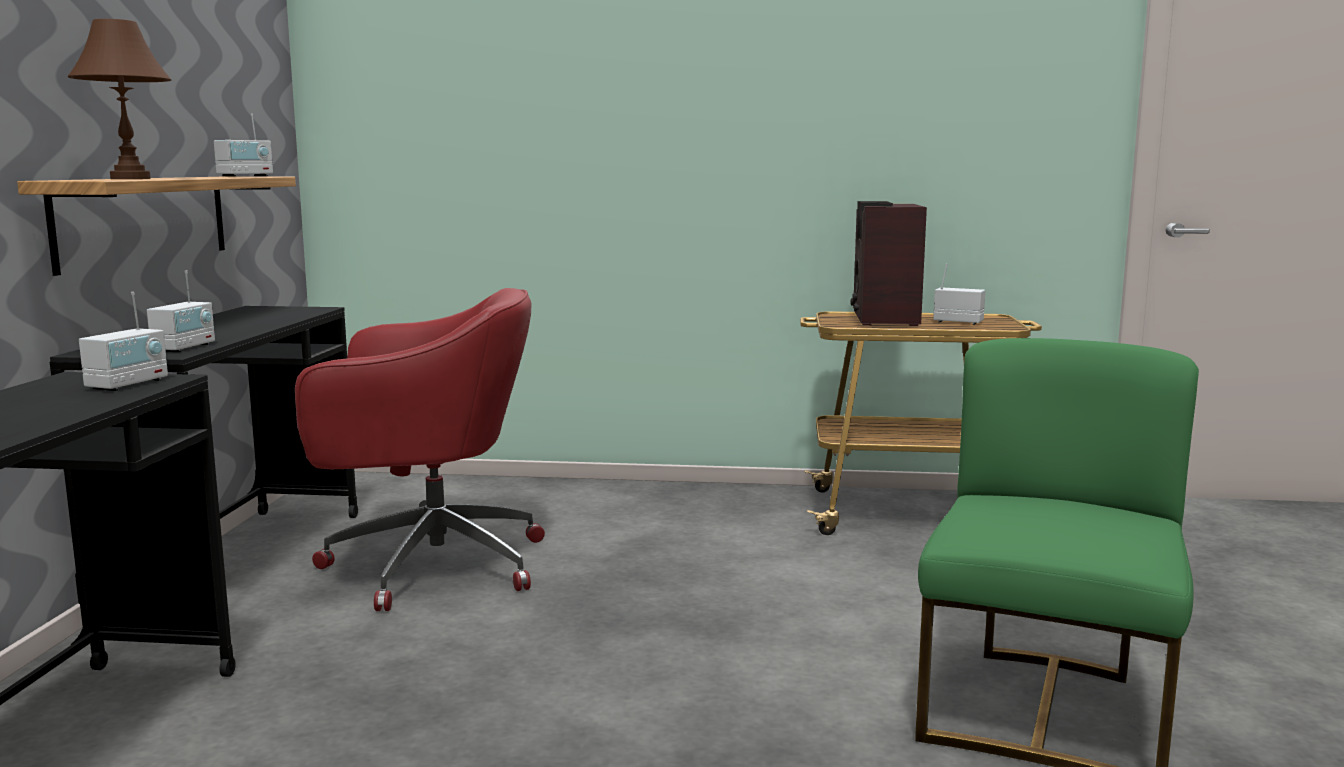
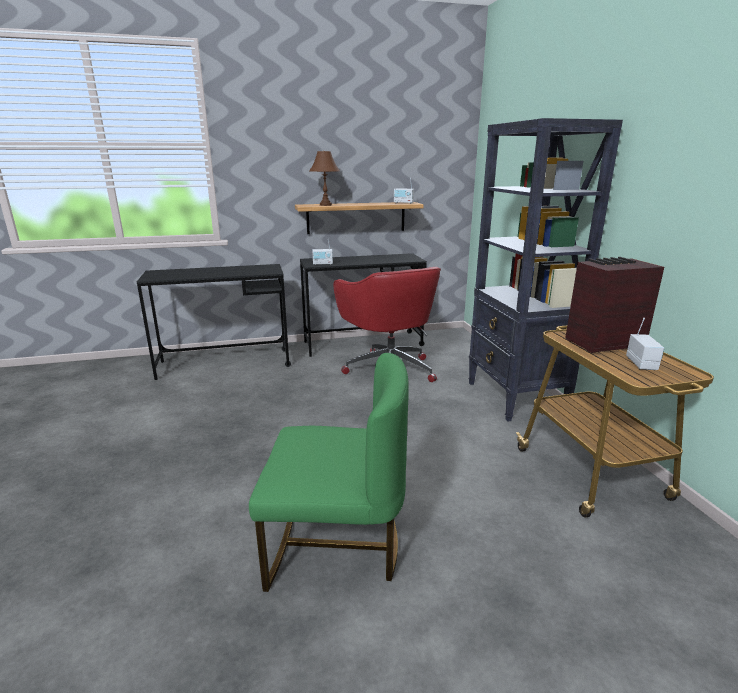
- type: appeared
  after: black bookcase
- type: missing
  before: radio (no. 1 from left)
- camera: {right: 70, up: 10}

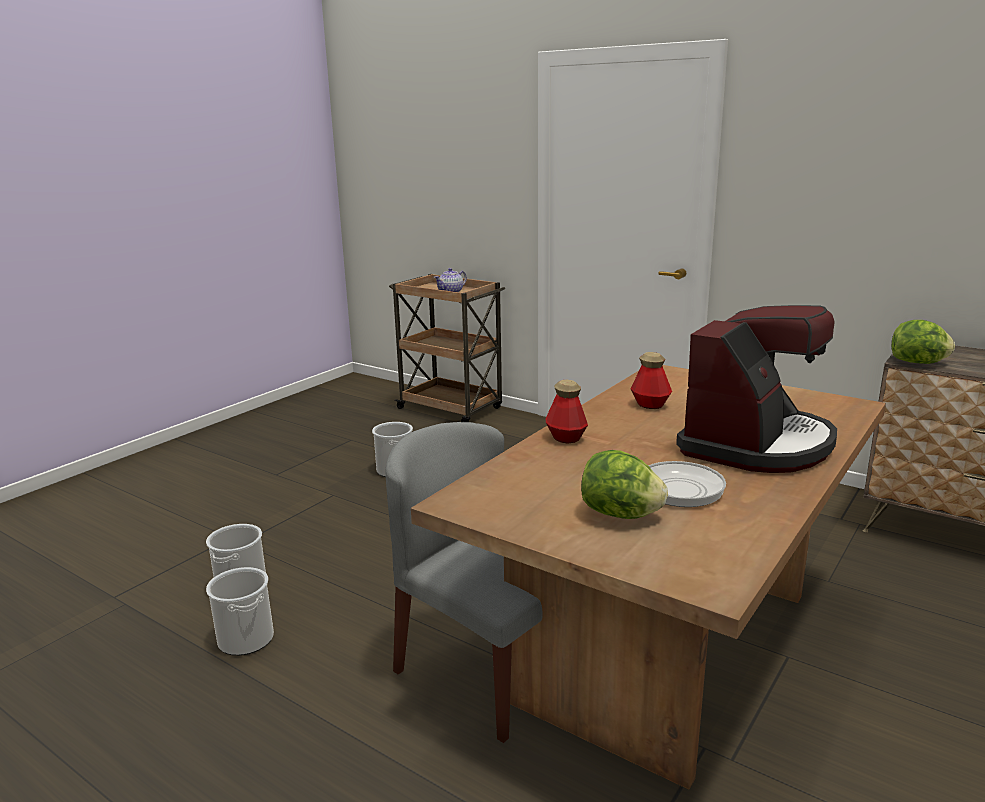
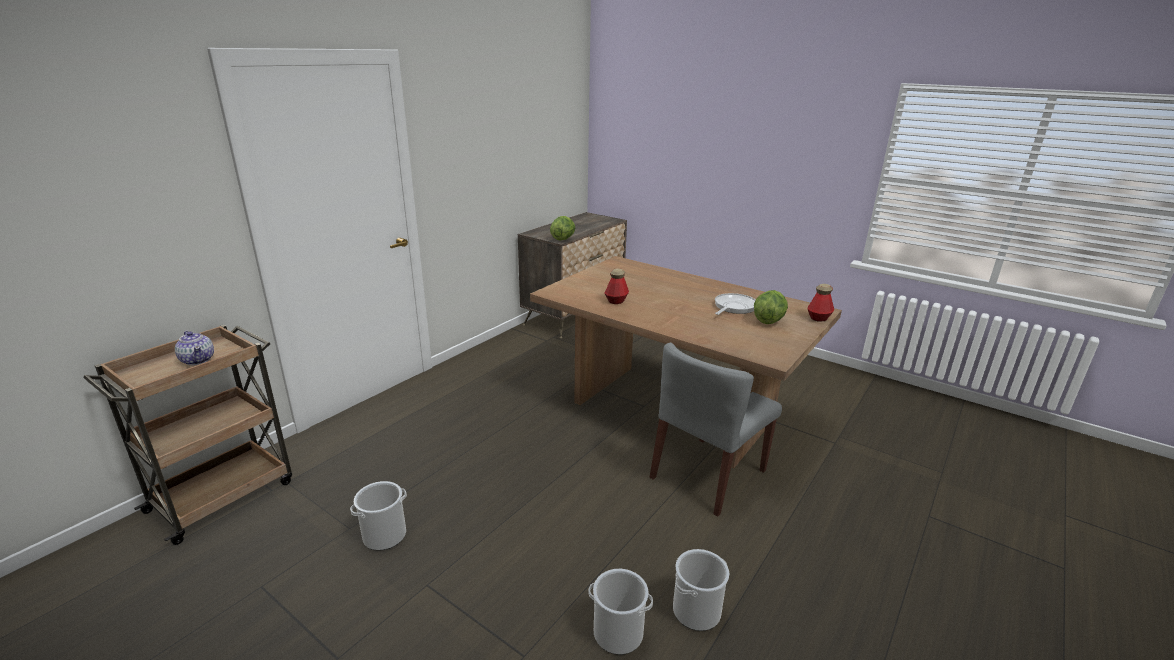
- type: relocated
  before: bottle (no. 1 from left in the first image)
  after: bottle (no. 2 from left)
- type: missing
  before: coffee machine
- camera: {right: -90, up: 5}

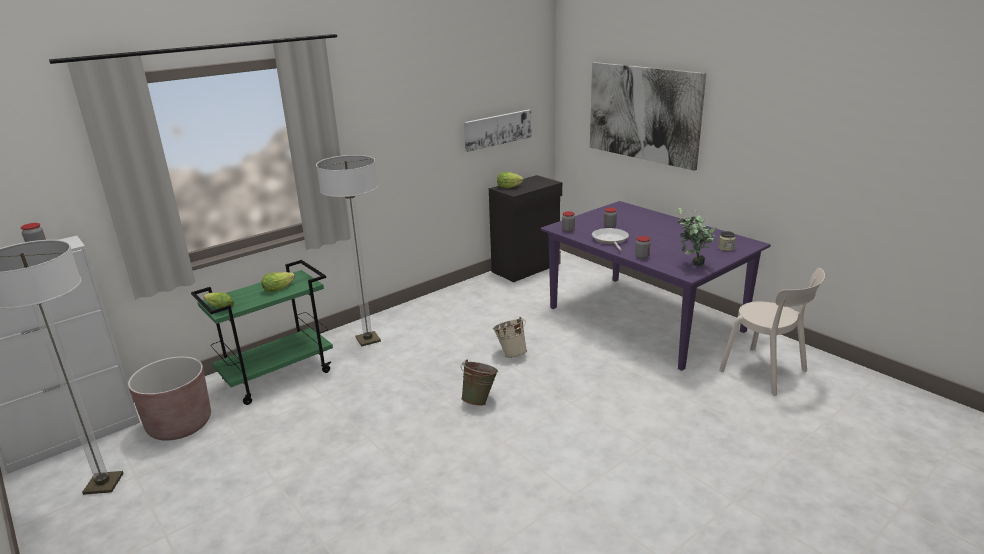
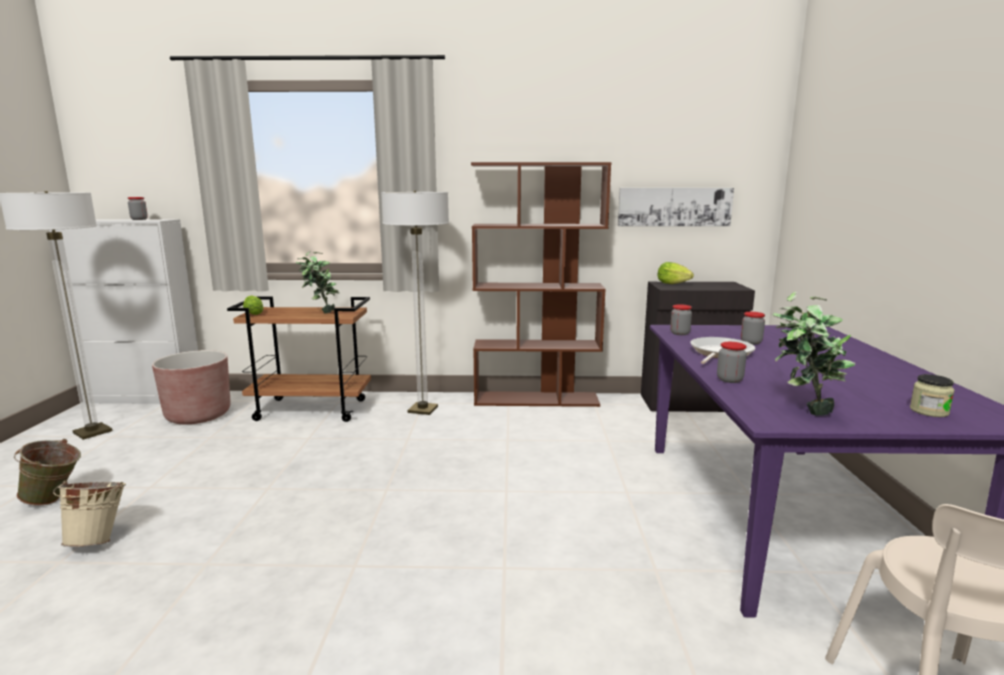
- type: relocated
  before: green bucket
- type: relocated
  before: beige bucket
- type: colour
  before: green cart
  after: brown cart
- type: exchanged
  before: lettuce (no. 2 from left)
  after: potted plant (no. 1 from left)
- type: appeared
  after: brown bookcase
- type: missing
  before: picture (no. 2 from left)
- camera: {right: 40, up: -10}

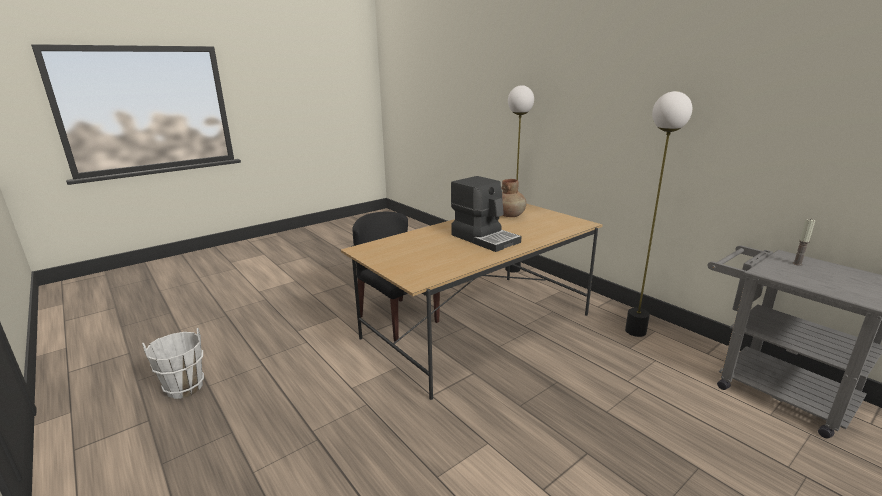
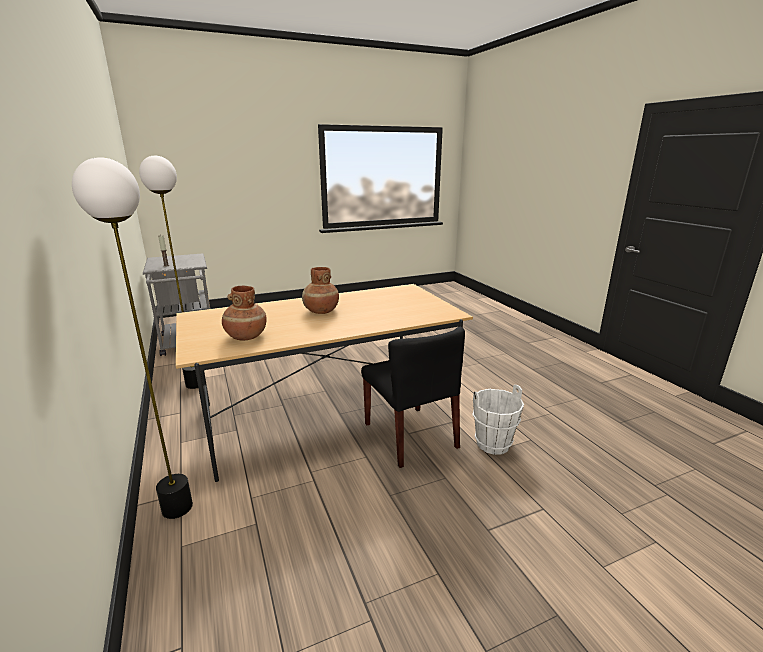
- type: exchanged
  before: coffee machine
  after: brown vase (no. 2 from left)
- type: relocated
  before: white bucket
- camera: {right: -165, up: 0}

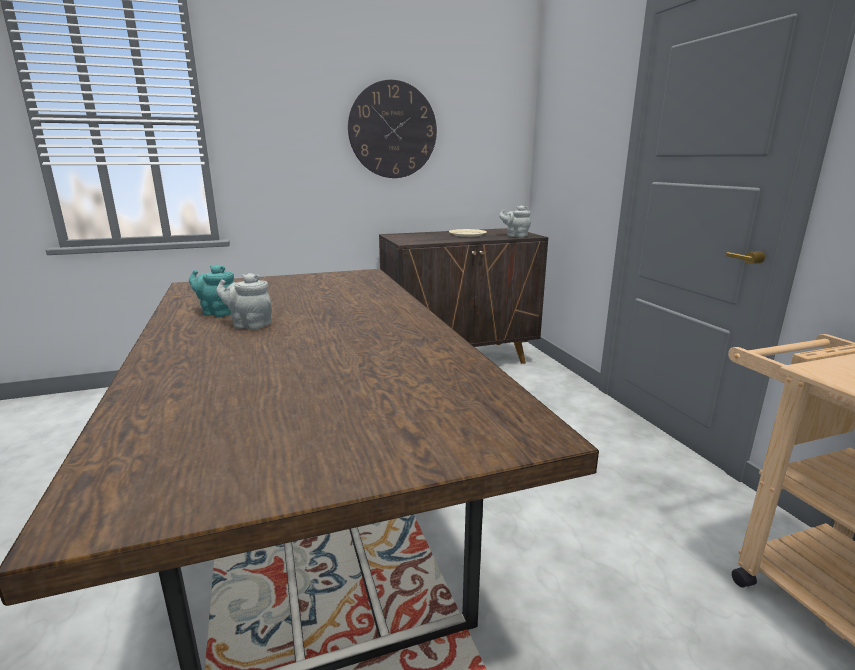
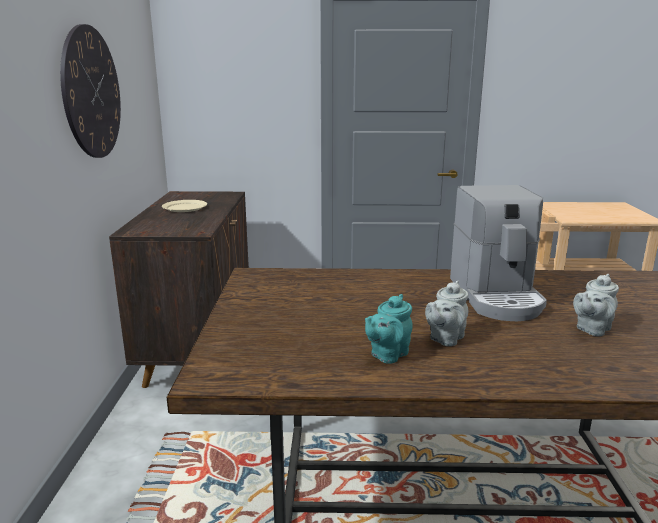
- type: appeared
  after: coffee machine
- type: relocated
  before: grey teapot (no. 2 from left)
- camera: {right: -70, up: 0}

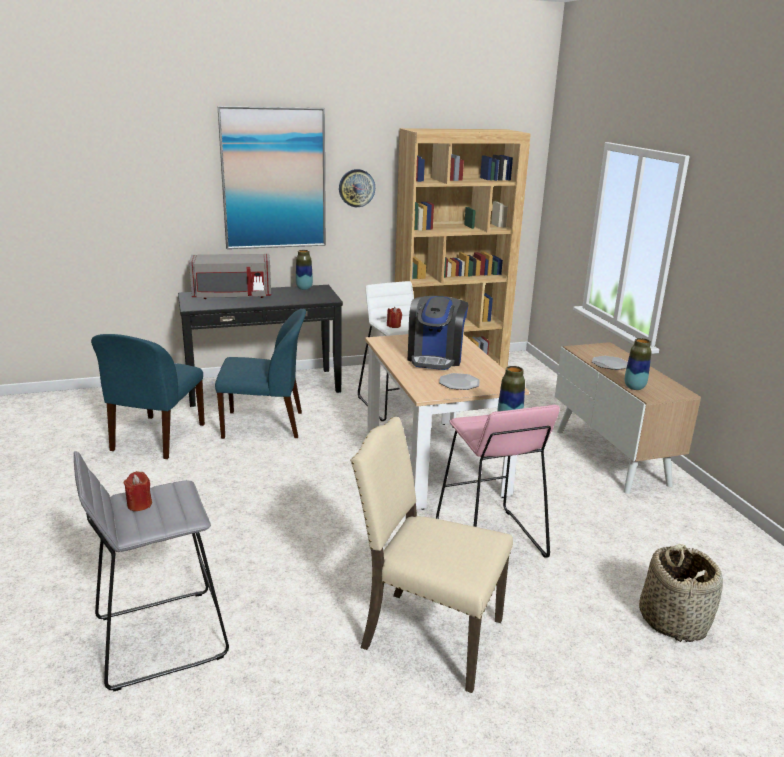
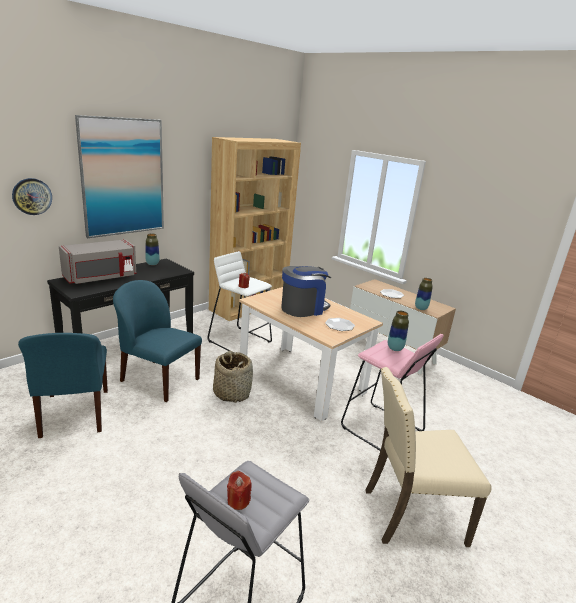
- type: relocated
  before: wall clock
- type: spun
  before: blue chair (no. 2 from left)
  turn: -120
- type: relocated
  before: basket
- type: spun
  before: coffee machine
  turn: -105
- camera: {right: -30, up: 0}

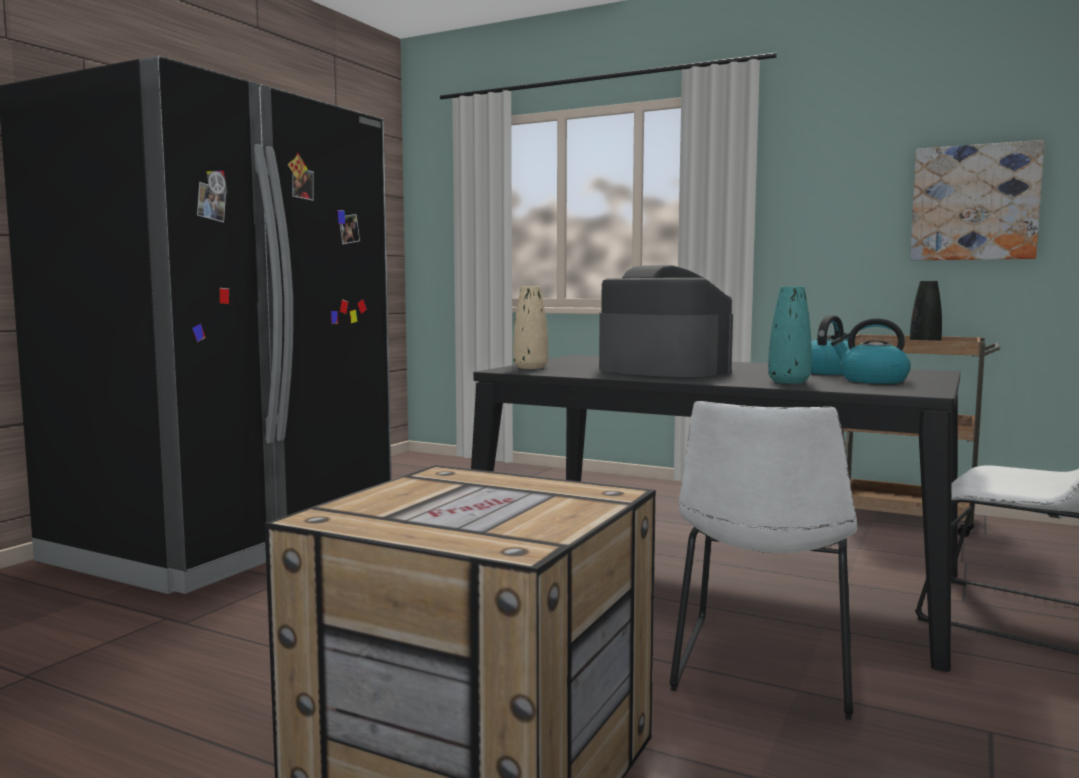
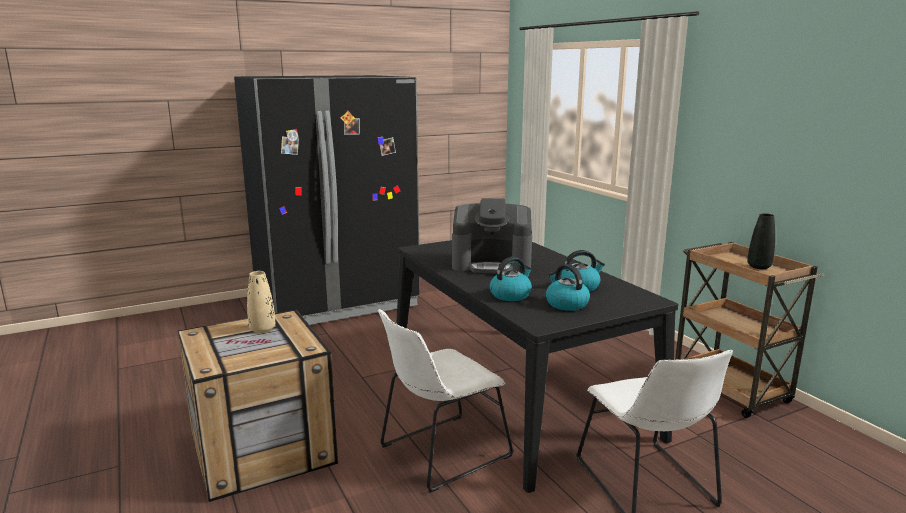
- type: relocated
  before: beige vase
- type: spun
  before: coffee machine
  turn: 105
- type: exchanged
  before: turquoise vase
  after: kettle (no. 1 from left)
- type: missing
  before: picture
- camera: {right: 35, up: 10}

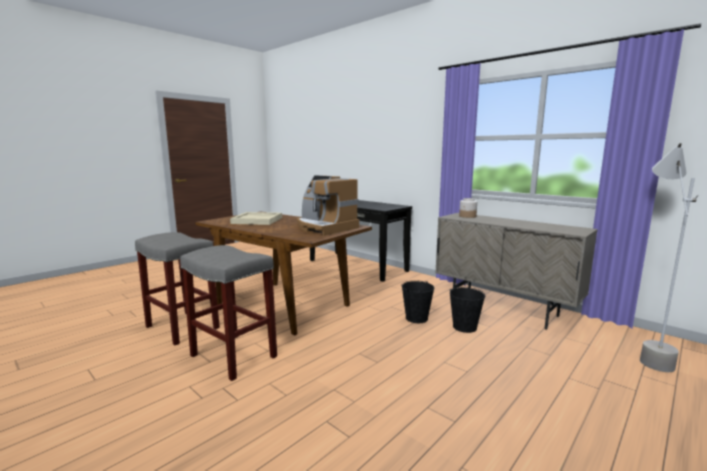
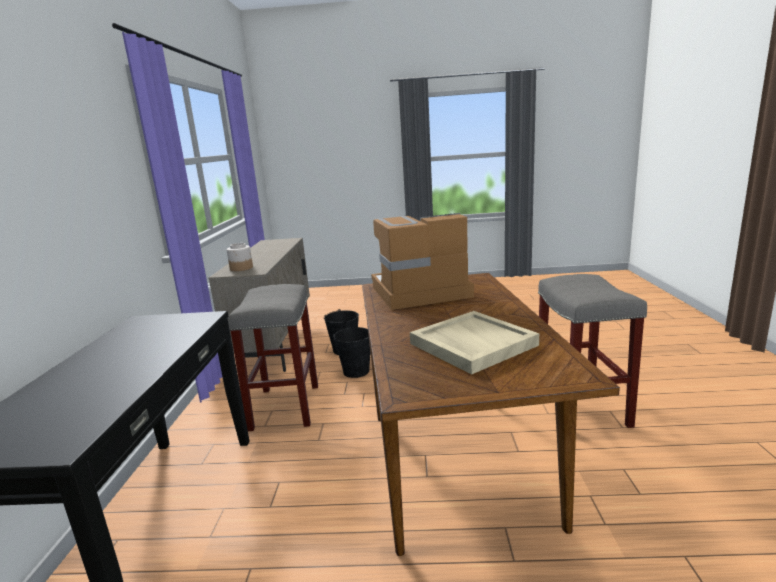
- type: relocated
  before: grey stool (no. 1 from left)
- type: spun
  before: coffee machine
  turn: -105
- type: missing
  before: grey floor lamp
- camera: {right: -130, up: 5}

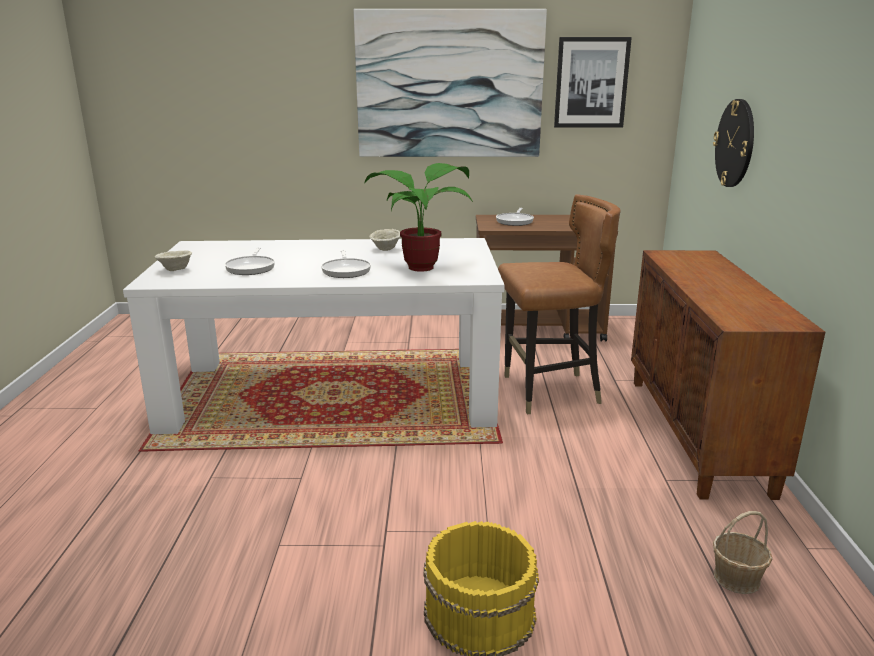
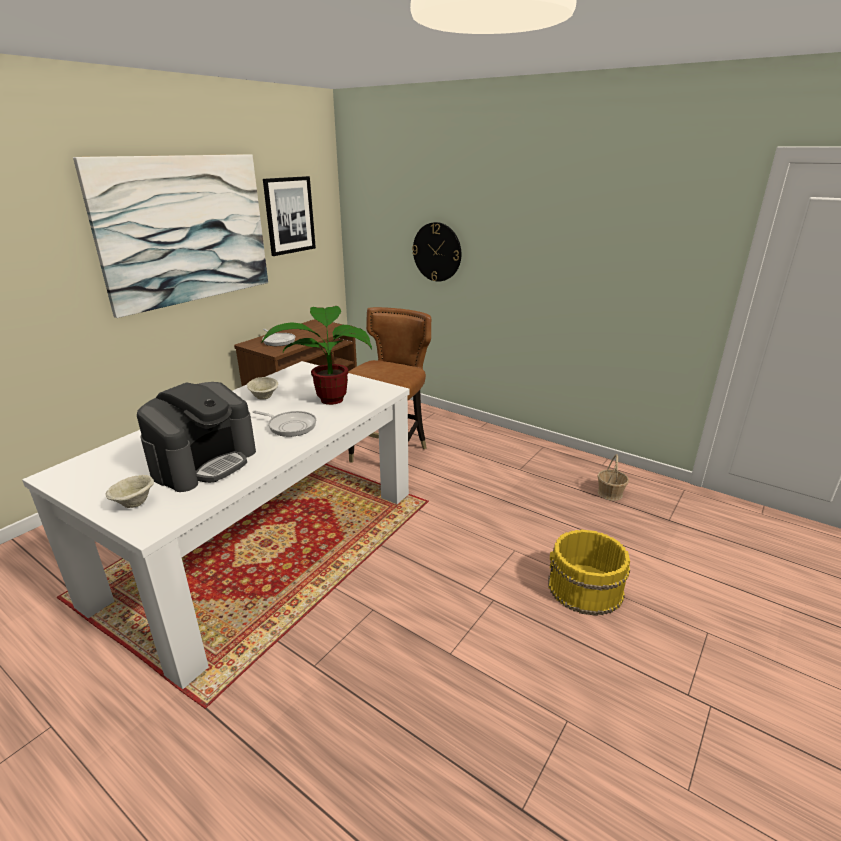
- type: exchanged
  before: frying pan (no. 1 from left)
  after: coffee machine
- type: missing
  before: brown cabinet
- camera: {right: -55, up: 5}

